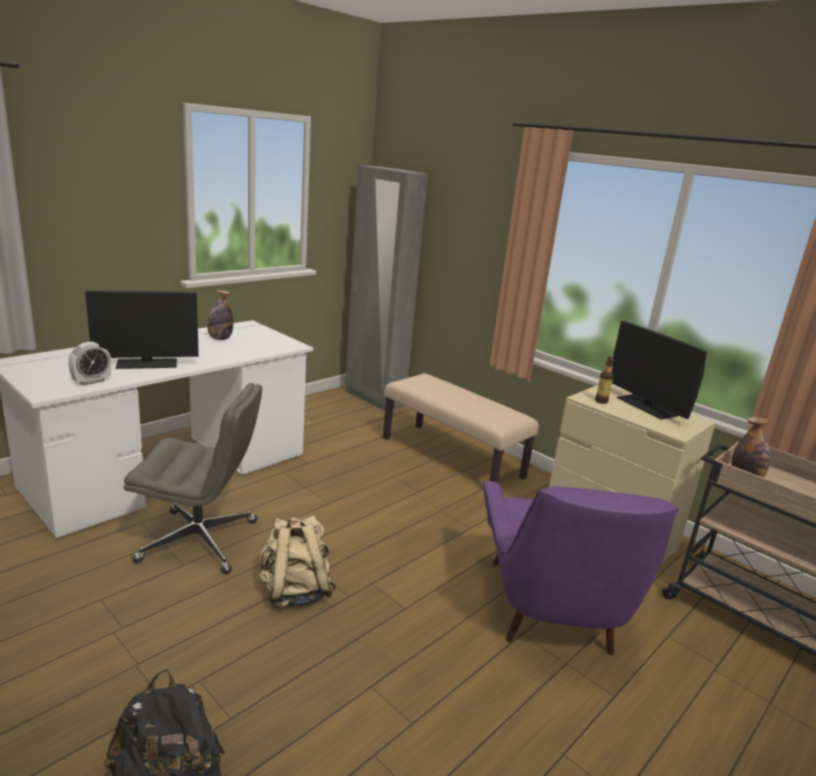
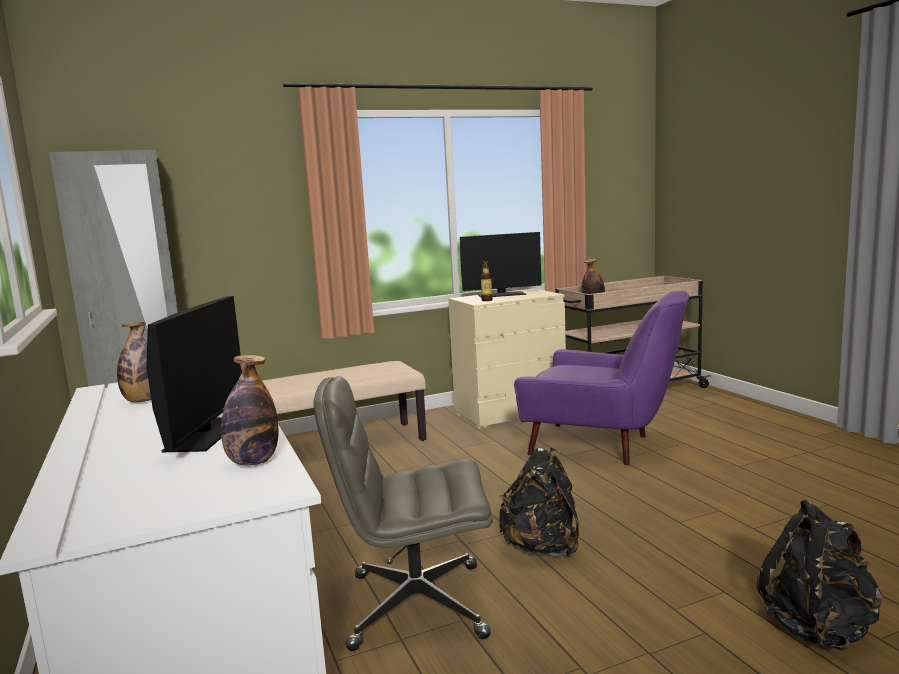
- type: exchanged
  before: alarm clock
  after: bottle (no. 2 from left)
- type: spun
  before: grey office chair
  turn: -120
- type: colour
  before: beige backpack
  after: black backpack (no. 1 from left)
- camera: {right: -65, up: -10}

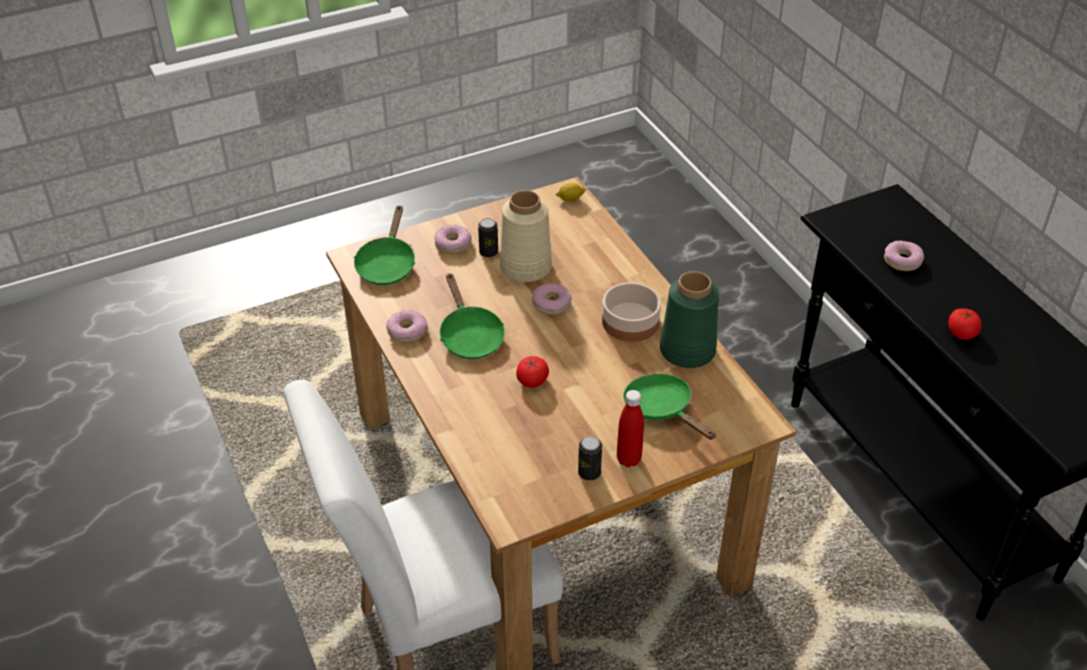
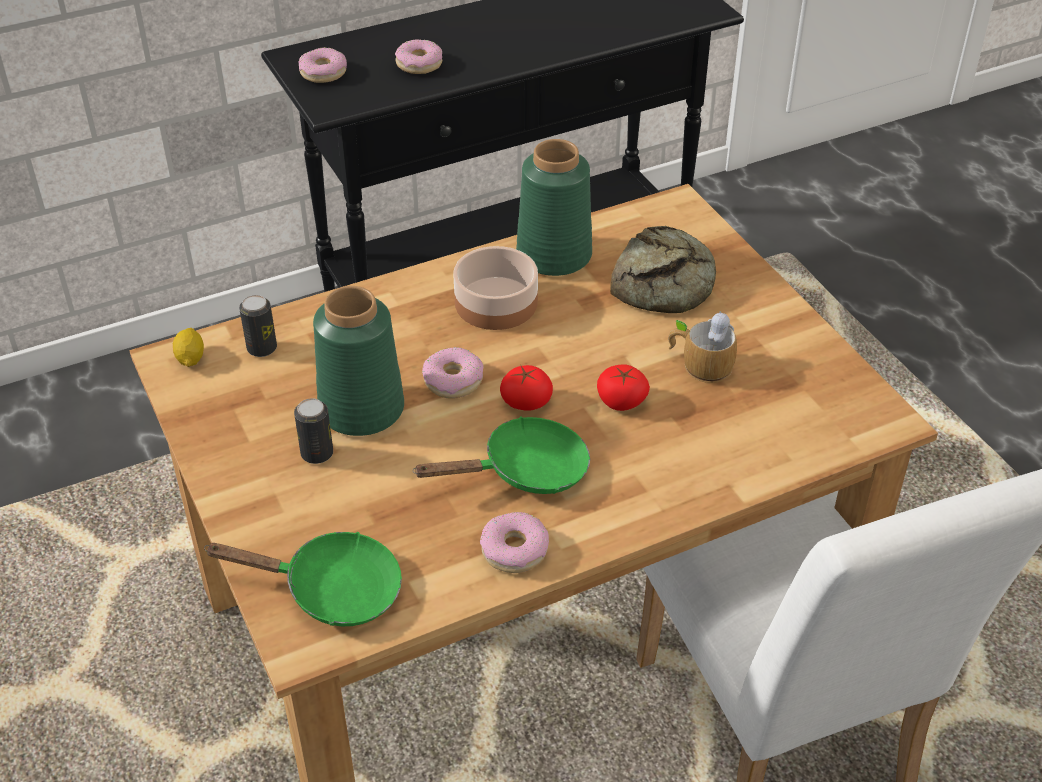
- type: relocated
  before: can (no. 2 from left in the first image)
  after: can (no. 1 from left)
- type: relocated
  before: donut (no. 2 from left in the first image)
  after: donut (no. 1 from left)
- type: colour
  before: beige vase
  after: green vase (no. 1 from left)
- type: relocated
  before: tomato (no. 2 from left in the first image)
  after: tomato (no. 1 from left)
- type: exchanged
  before: green frying pan (no. 3 from left)
  after: bread
- type: appeared
  after: mug
- type: missing
  before: red bottle
- camera: {right: -90, up: 0}

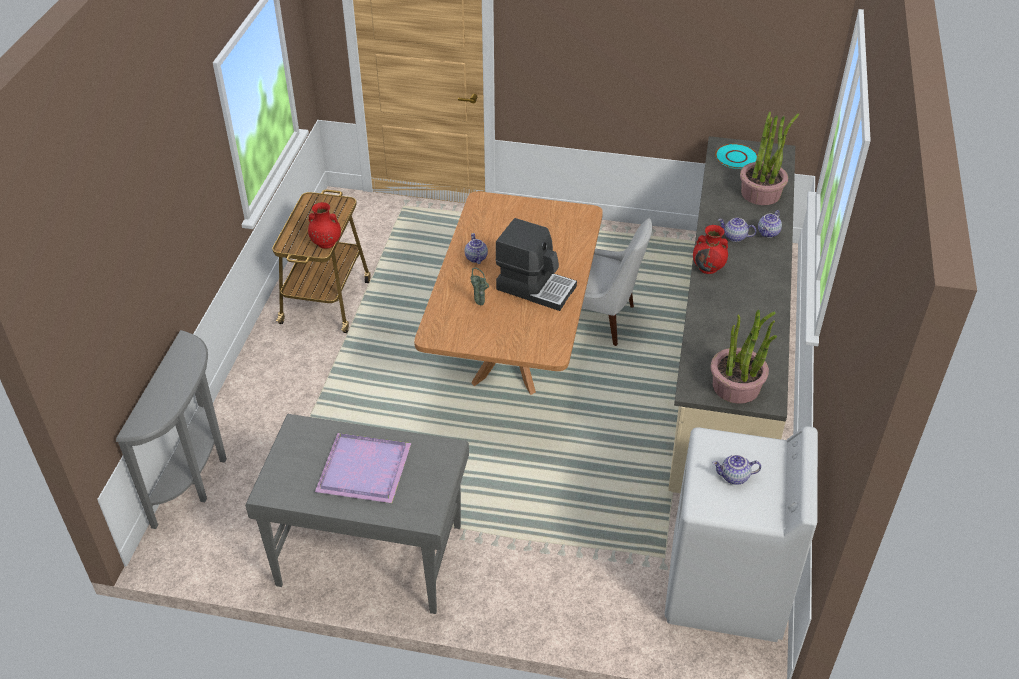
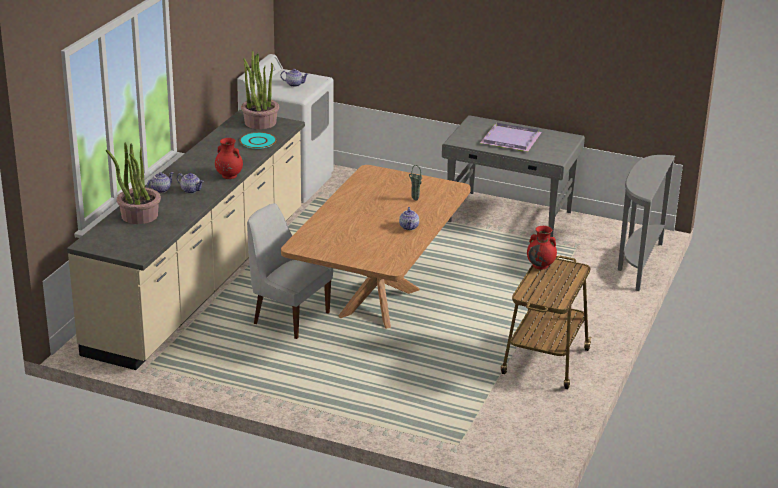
- type: relocated
  before: turquoise plate
- type: missing
  before: coffee machine
- camera: {right: -170, up: -15}

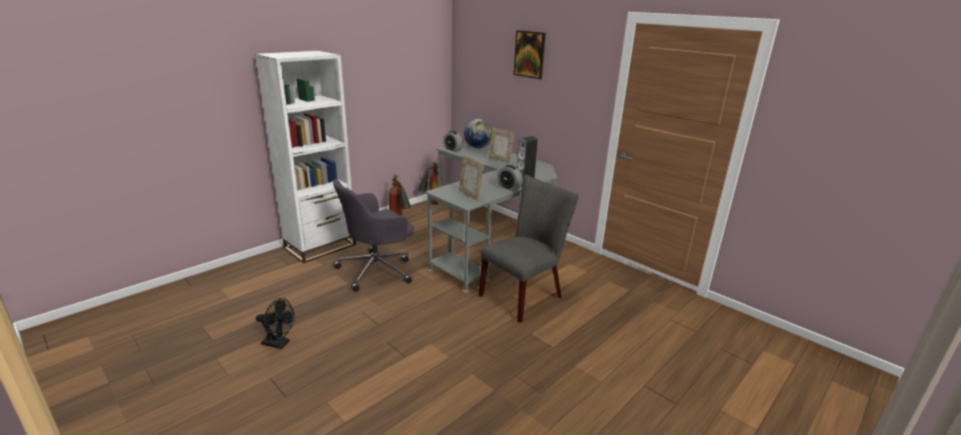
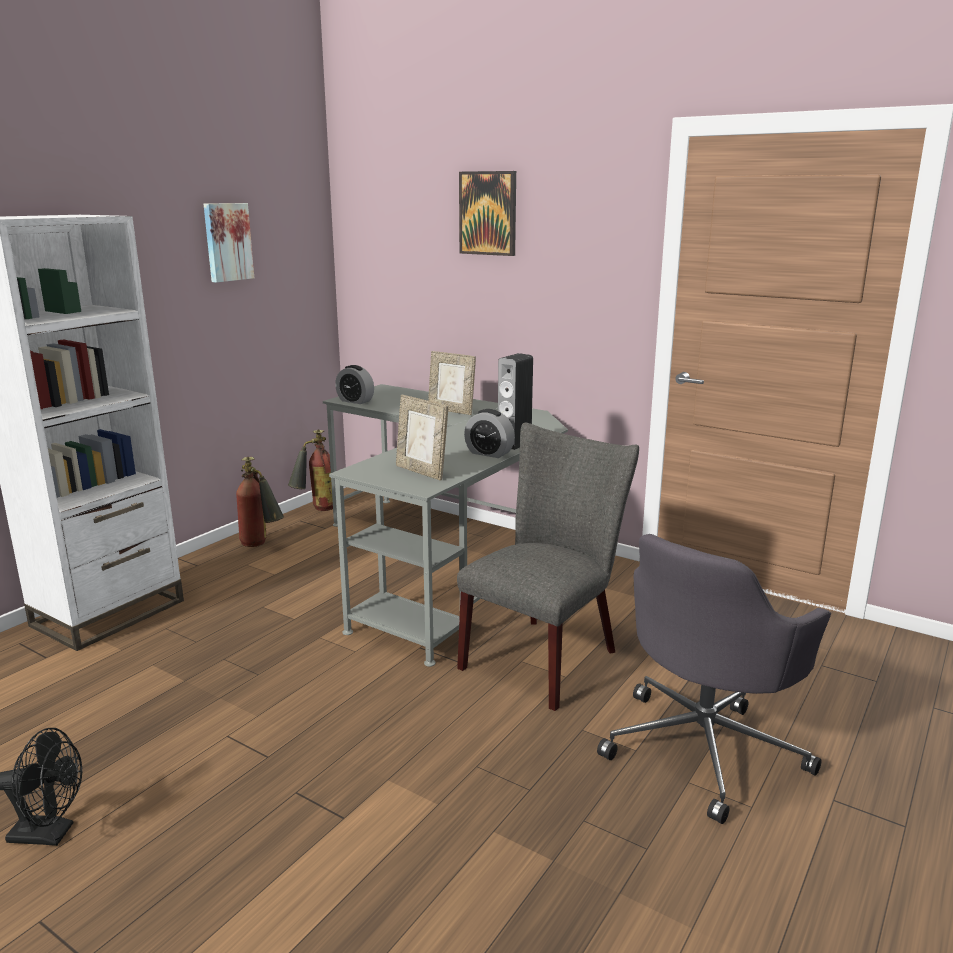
- type: appeared
  after: picture (no. 1 from left)
- type: relocated
  before: grey office chair
- type: missing
  before: globe
- camera: {right: -10, up: -5}

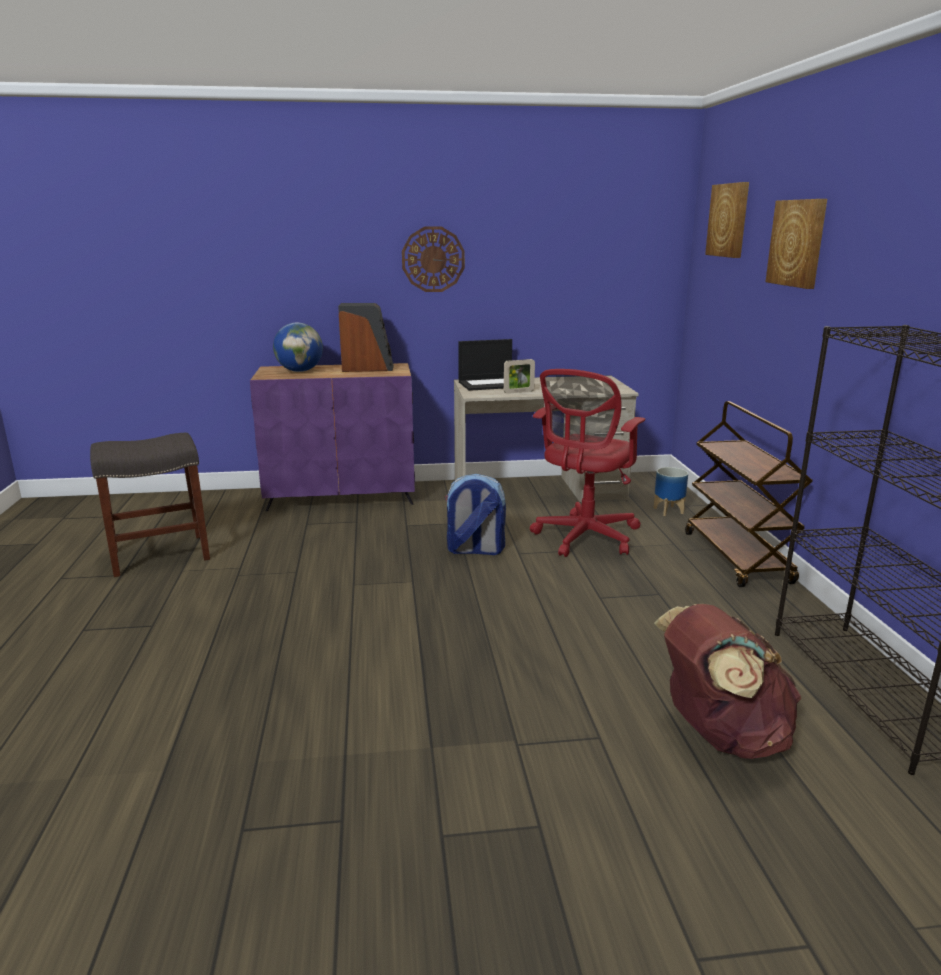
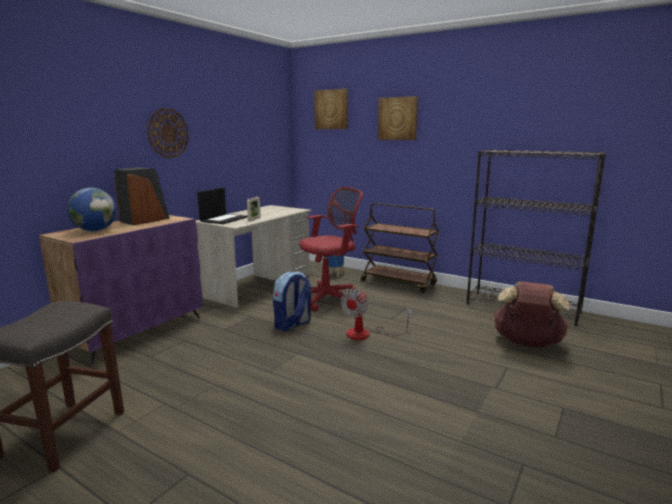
- type: spun
  before: red office chair
  turn: -105
- type: appeared
  after: fan
- camera: {right: -50, up: -5}

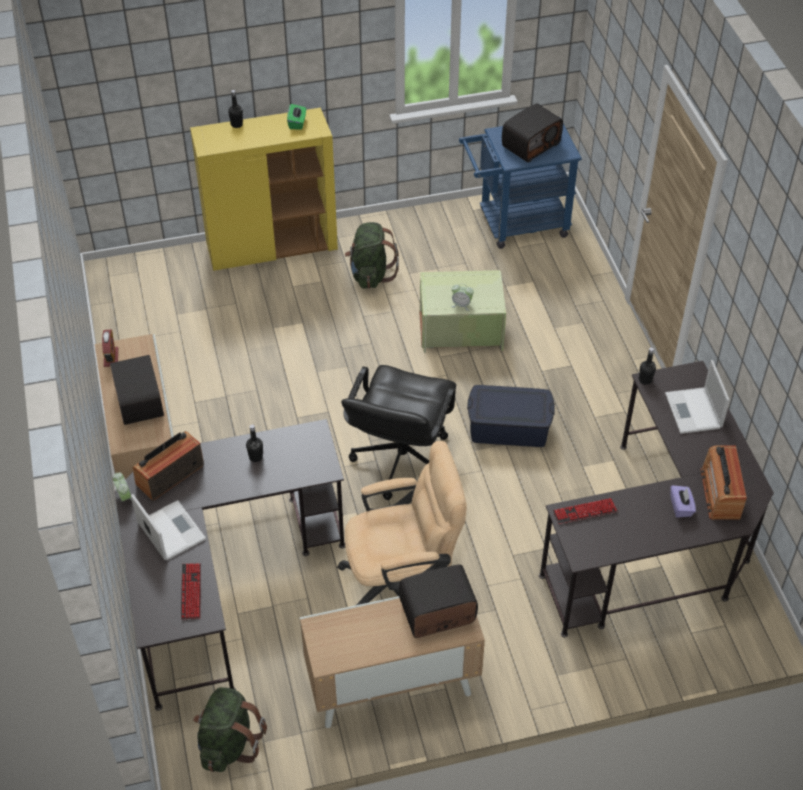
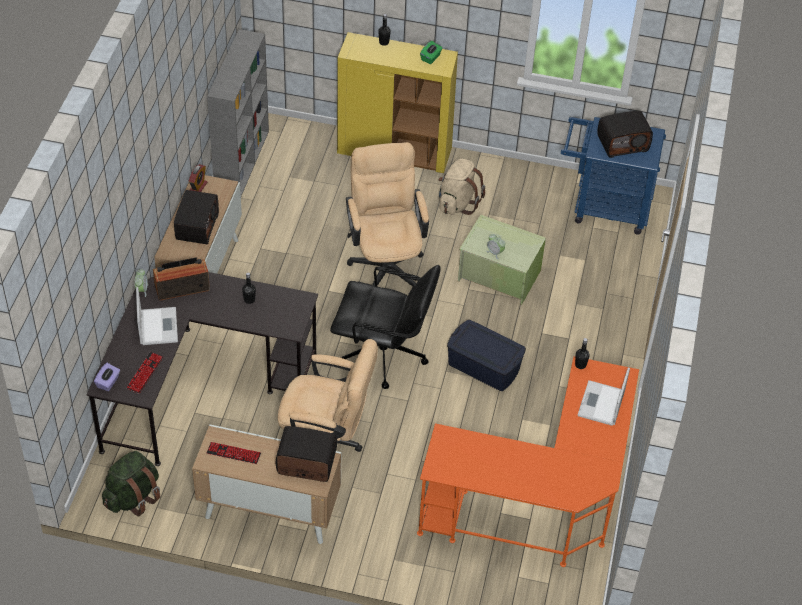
- type: relocated
  before: purple tissue box
- type: appeared
  after: grey bookcase
- type: relocated
  before: keyboard (no. 2 from left)
- type: spun
  before: black office chair
  turn: -120
- type: appeared
  after: beige office chair (no. 2 from left)
- type: colour
  before: black desk (no. 2 from left)
  after: orange desk
- type: colour
  before: green backpack (no. 2 from left)
  after: beige backpack
- type: missing
  before: radio (no. 5 from left)
- camera: {right: 25, up: 0}

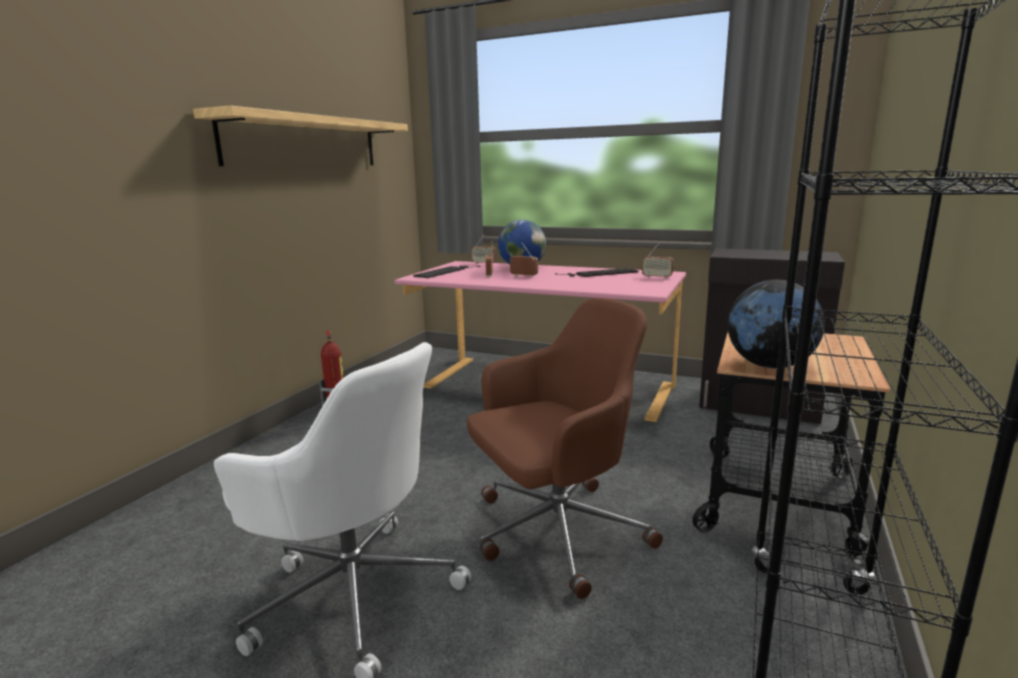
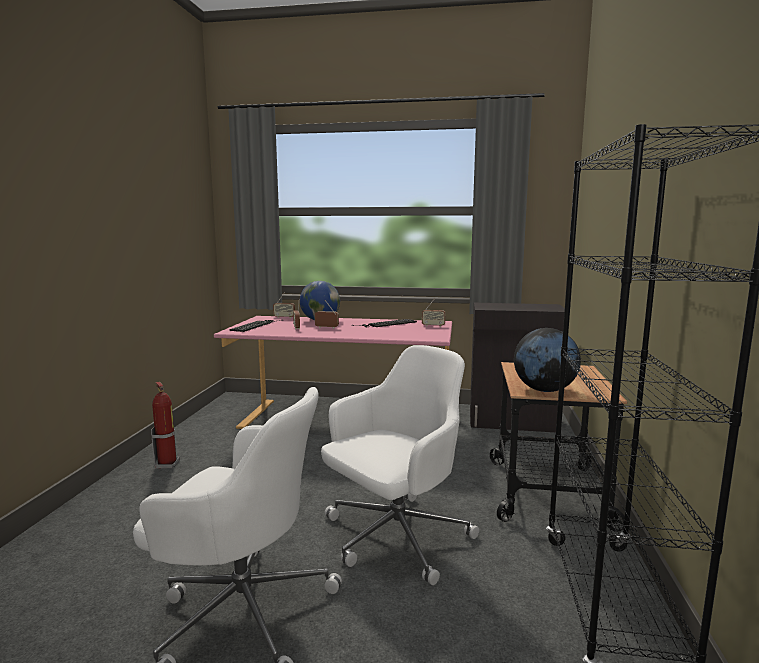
- type: colour
  before: brown office chair
  after: white office chair (no. 2 from left)
- type: missing
  before: shelf
- camera: {right: -15, up: -5}

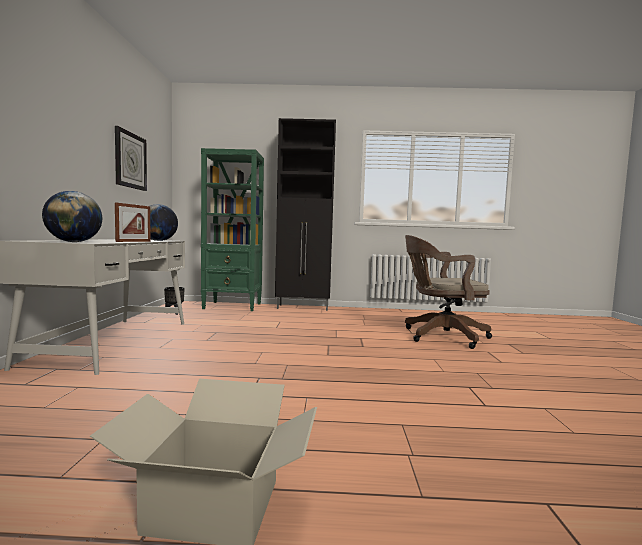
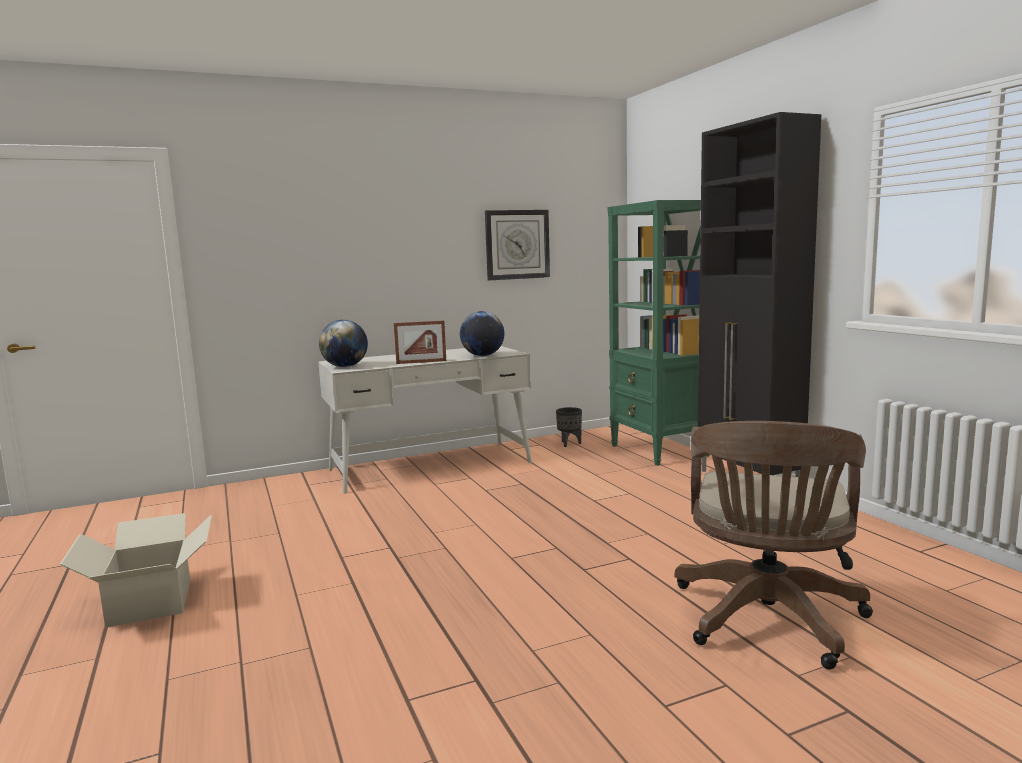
- type: spun
  before: brown office chair
  turn: -135
- camera: {right: 65, up: 5}

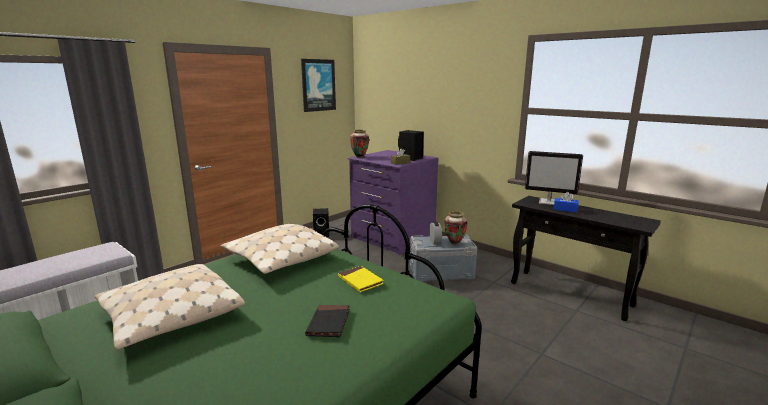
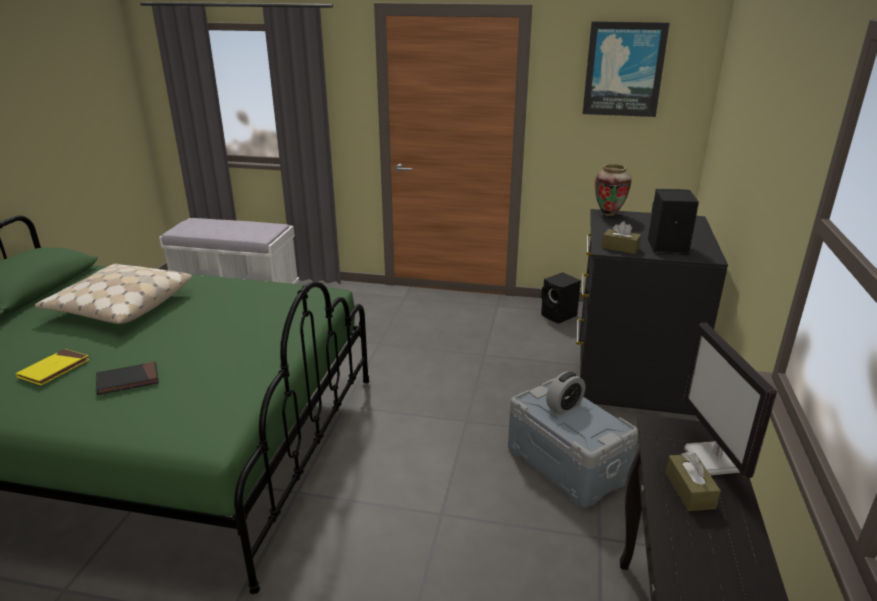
- type: relocated
  before: yellow book
- type: colour
  before: purple dresser
  after: black dresser
- type: colour
  before: blue tissue box
  after: brown tissue box (no. 2 from left)
- type: missing
  before: beige pillow (no. 2 from left)
- type: missing
  before: vase (no. 2 from left)
- camera: {right: 60, up: 10}

